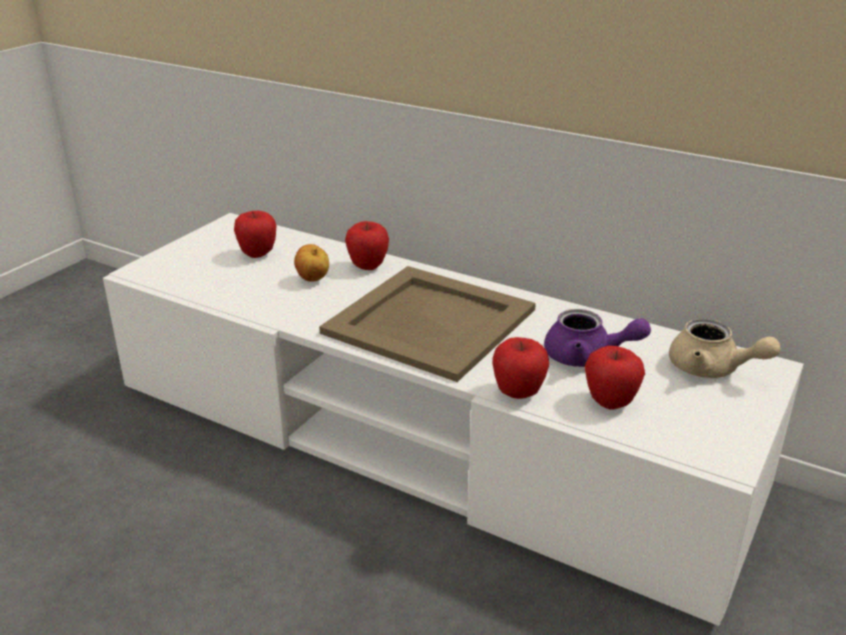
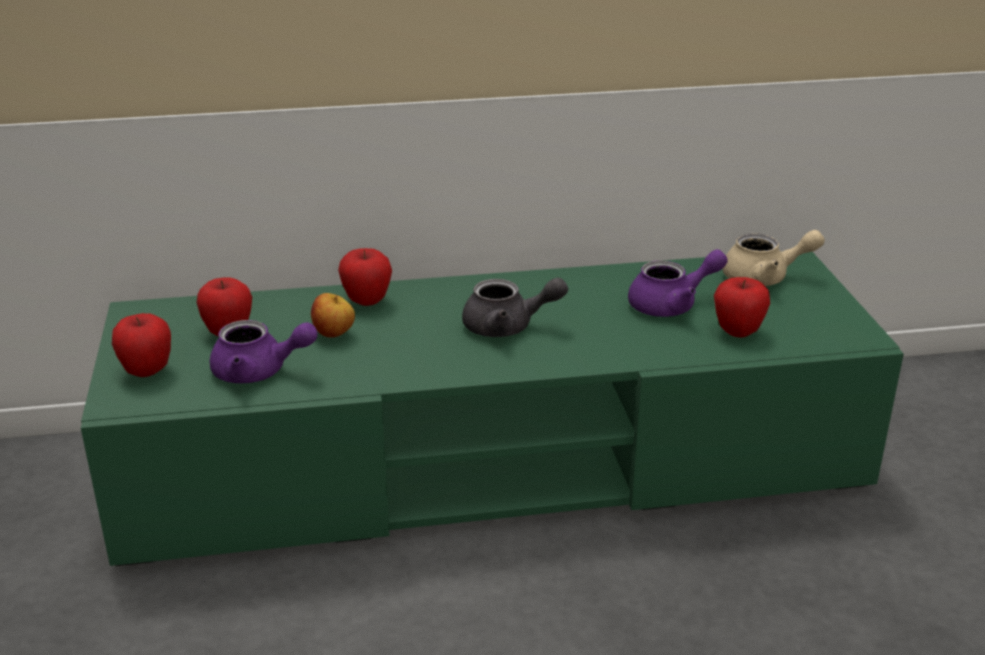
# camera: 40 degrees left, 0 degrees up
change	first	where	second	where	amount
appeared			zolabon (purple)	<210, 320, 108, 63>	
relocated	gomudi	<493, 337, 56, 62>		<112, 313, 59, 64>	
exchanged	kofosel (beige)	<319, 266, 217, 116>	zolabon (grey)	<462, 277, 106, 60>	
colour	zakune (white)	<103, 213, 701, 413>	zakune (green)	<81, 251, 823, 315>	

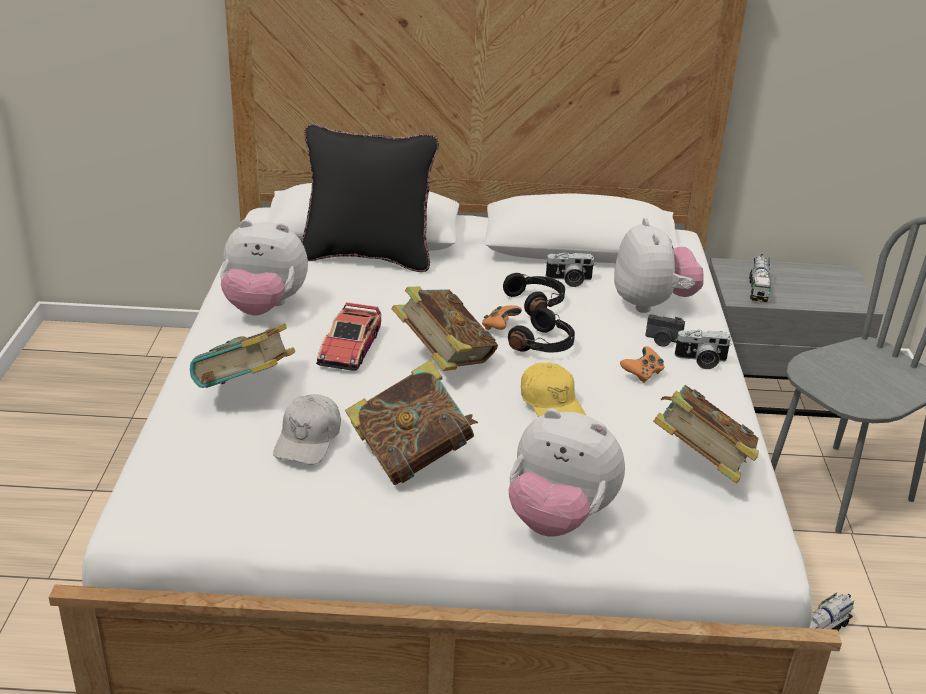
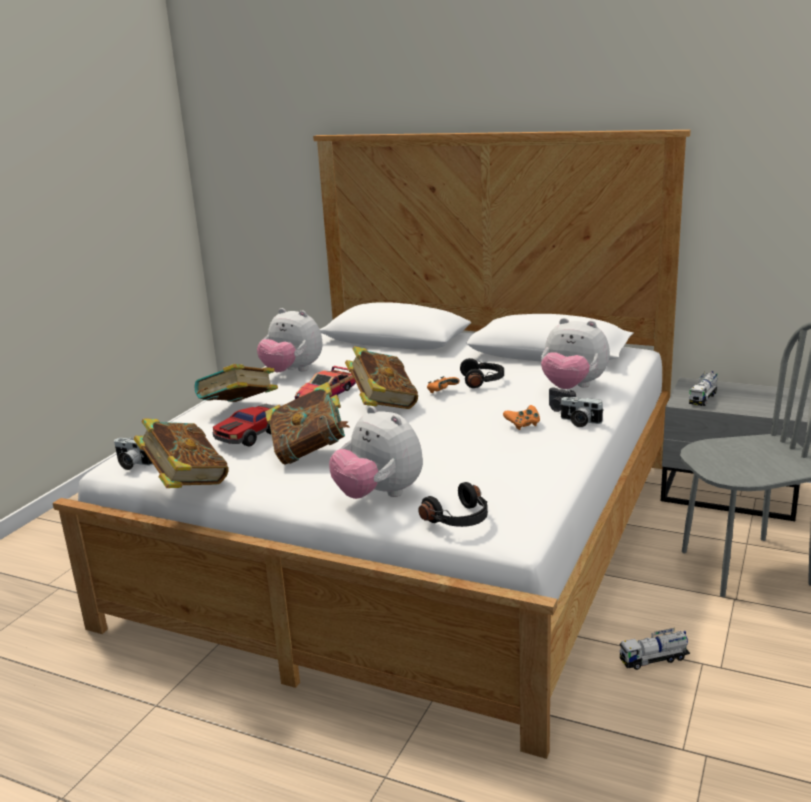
# camera: 25 degrees right, 10 degrees down
change	first	where	second	where	amount
missing	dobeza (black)	<301, 124, 138, 148>			
missing	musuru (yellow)	<521, 363, 65, 54>			
relocated	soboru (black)	<508, 307, 67, 45>		<418, 482, 70, 45>	
relocated	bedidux	<545, 253, 49, 34>		<114, 438, 39, 32>	
relocated	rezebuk	<653, 385, 106, 98>		<133, 418, 96, 70>	
exchanged	musuru (white)	<273, 394, 68, 71>	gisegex	<212, 404, 63, 42>	
spun	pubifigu	<614, 218, 90, 95>		<541, 318, 69, 71>	105 degrees clockwise

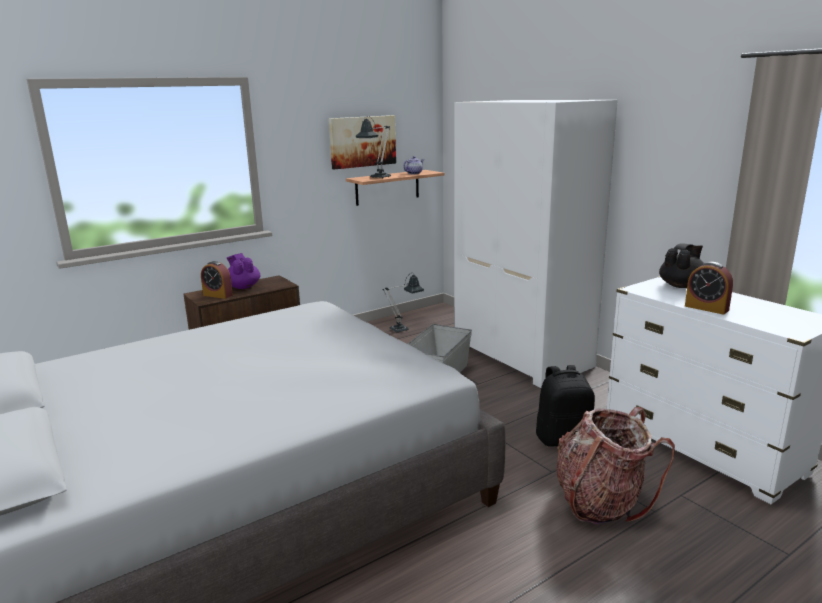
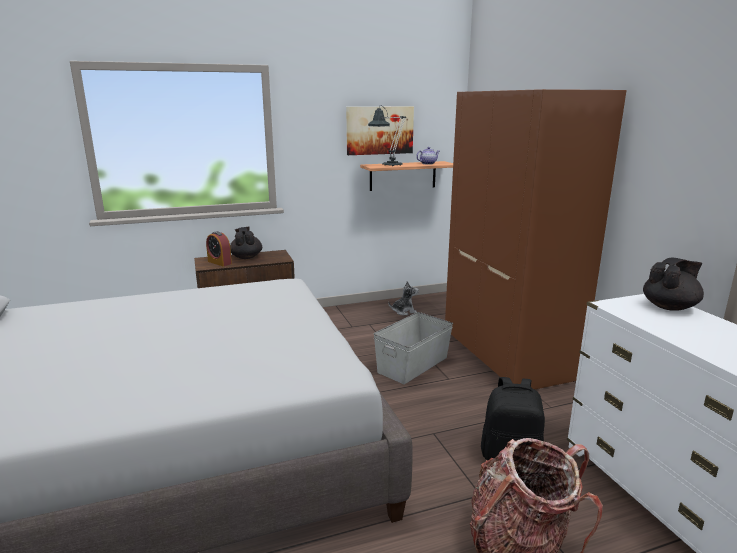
# camera: 15 degrees right, 0 degrees up
change	first	where	second	where	amount
missing	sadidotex	<685, 262, 48, 52>			
exchanged	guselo	<383, 273, 41, 59>	pubifigu	<388, 281, 31, 34>	
colour	zolabon (purple)	<227, 253, 33, 36>	zolabon (black)	<230, 227, 32, 32>	
colour	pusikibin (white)	<454, 100, 164, 289>	pusikibin (brown)	<445, 89, 182, 301>	

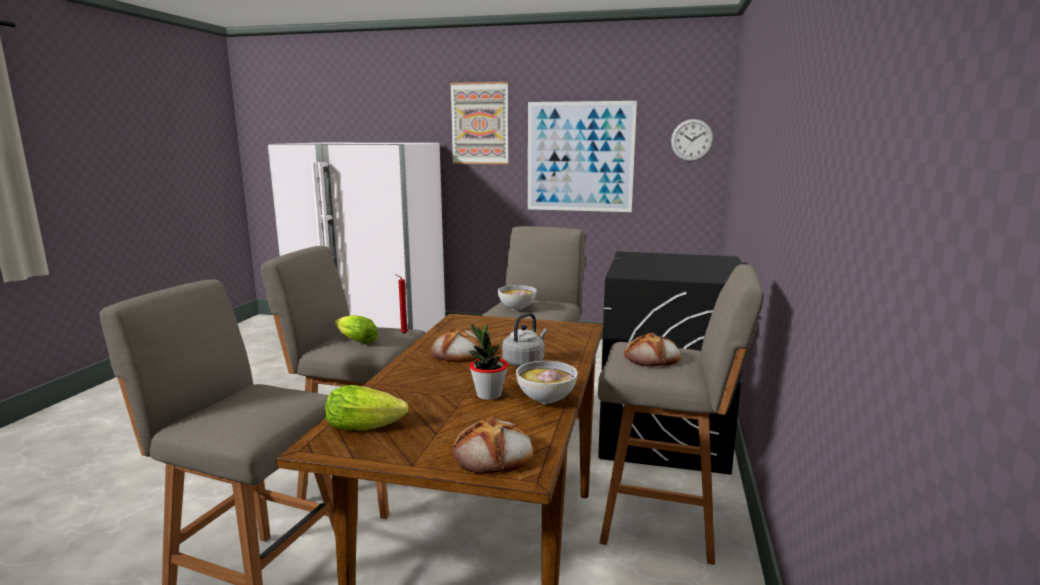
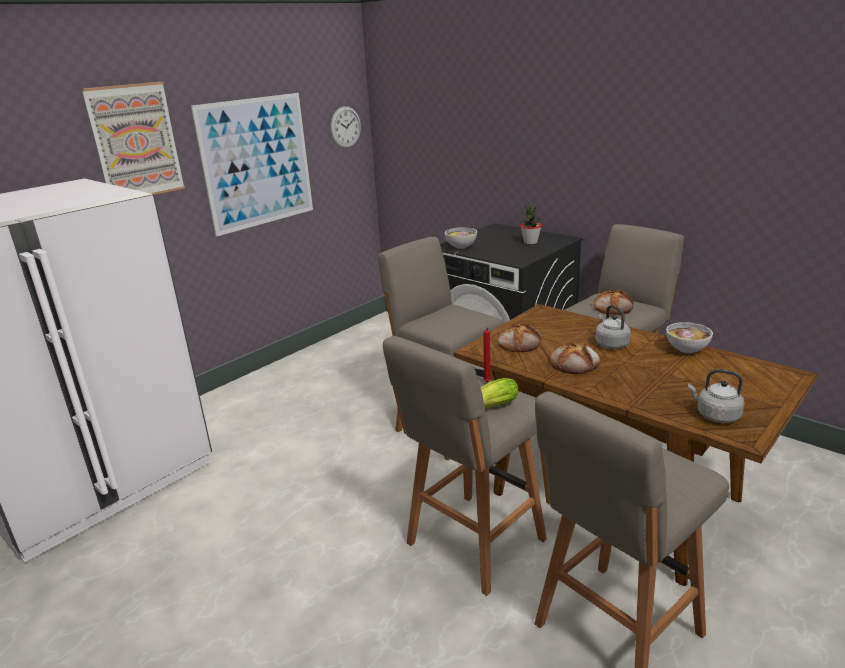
# camera: 60 degrees left, 10 degrees up
change	first	where	second	where	amount
relocated	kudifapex	<453, 416, 80, 58>		<497, 323, 44, 29>	
relocated	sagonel	<469, 323, 39, 77>		<521, 203, 21, 41>	
relocated	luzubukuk	<498, 285, 39, 25>		<445, 227, 32, 22>	
exchanged	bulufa	<325, 385, 84, 46>	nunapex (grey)	<688, 369, 56, 54>	

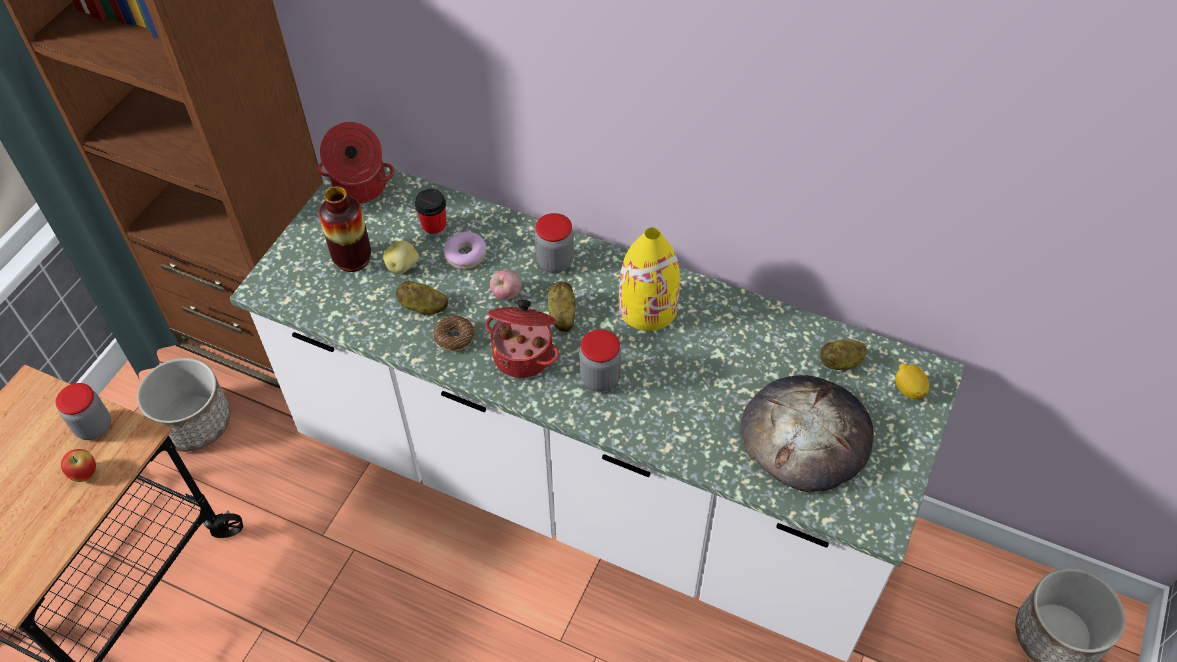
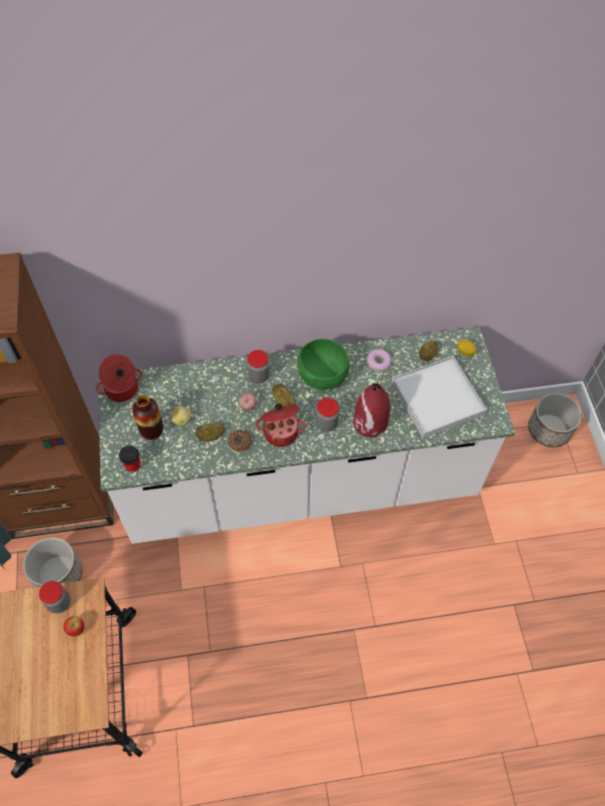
# camera: 35 degrees left, 5 degrees up
change	first	where	second	where	amount
appeared			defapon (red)	<353, 383, 37, 54>	
relocated	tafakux	<415, 189, 31, 48>		<119, 445, 22, 28>	
relocated	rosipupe	<444, 232, 43, 37>		<367, 349, 24, 23>	
exchanged	defapon (yellow)	<619, 227, 61, 104>	luzubukuk (green)	<298, 339, 51, 52>	
exchanged	kudifapex	<740, 375, 134, 117>	kofosel (white)	<392, 356, 95, 82>	

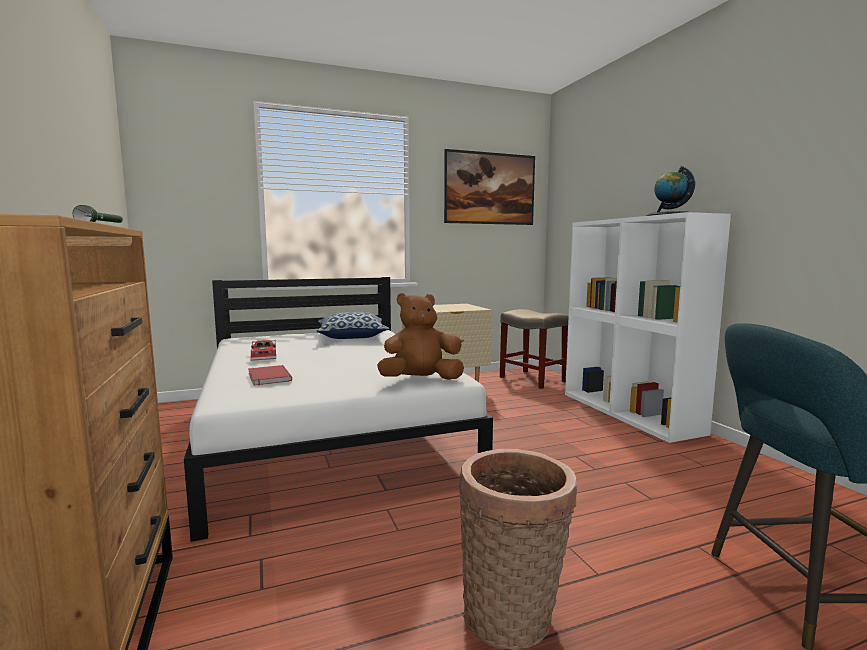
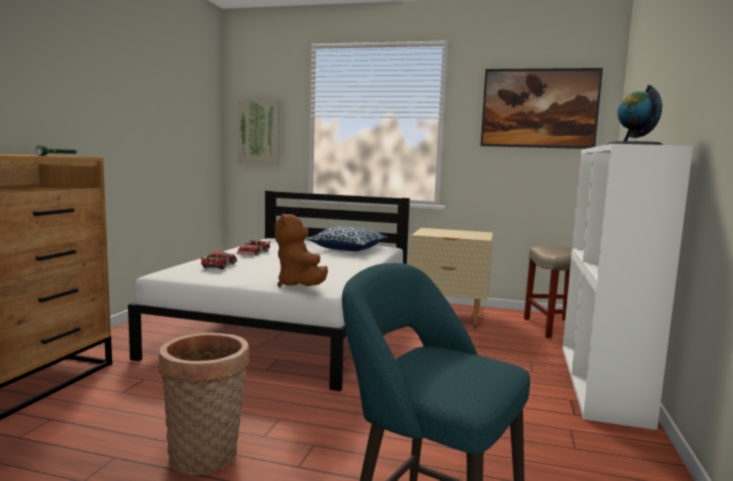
# camera: 35 degrees right, 0 degrees up
change	first	where	second	where	amount
appeared			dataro	<238, 99, 42, 66>	
exchanged	rezebuk (red)	<248, 365, 44, 21>	gisegex	<200, 251, 38, 18>	
spun	pubifigu (brown)	<377, 293, 87, 87>		<275, 213, 53, 74>	120 degrees counterclockwise

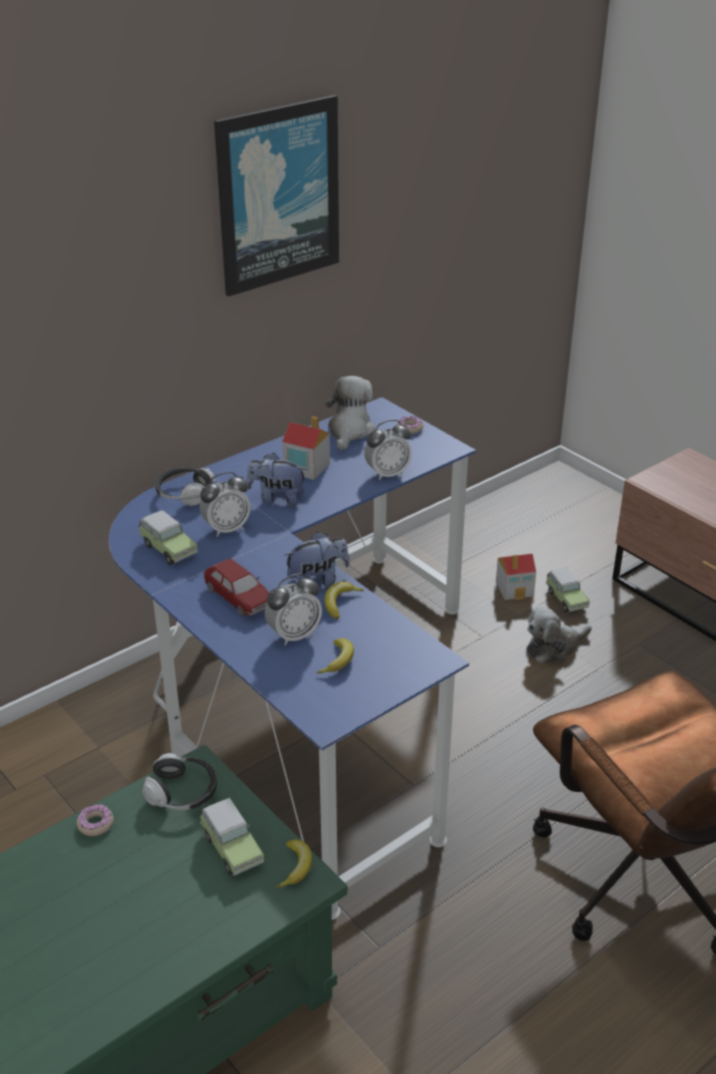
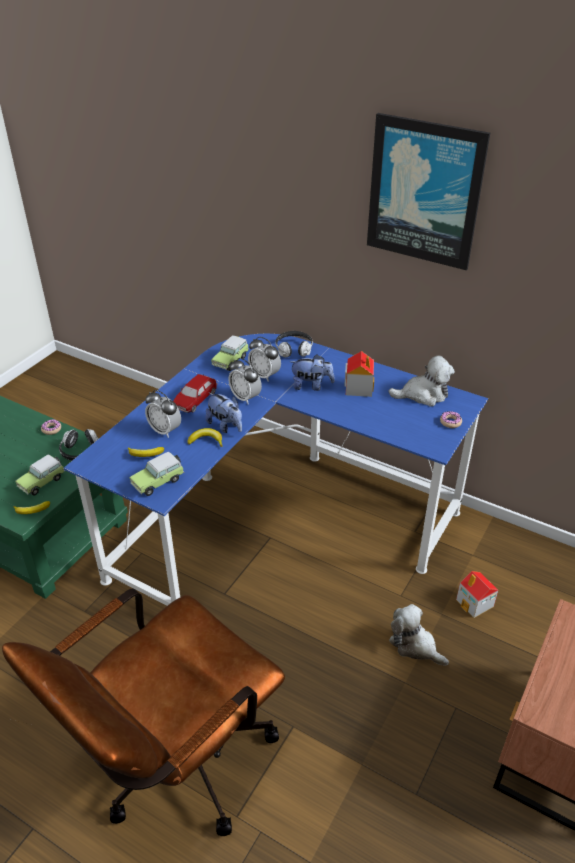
# camera: 70 degrees right, 5 degrees up
change	first	where	second	where	amount
relocated	sadidotex	<364, 420, 48, 60>		<229, 358, 33, 46>	
relocated	gisegex	<546, 568, 44, 45>		<129, 452, 55, 44>	
spun	pubifigu	<246, 453, 61, 54>		<290, 354, 45, 37>	105 degrees clockwise

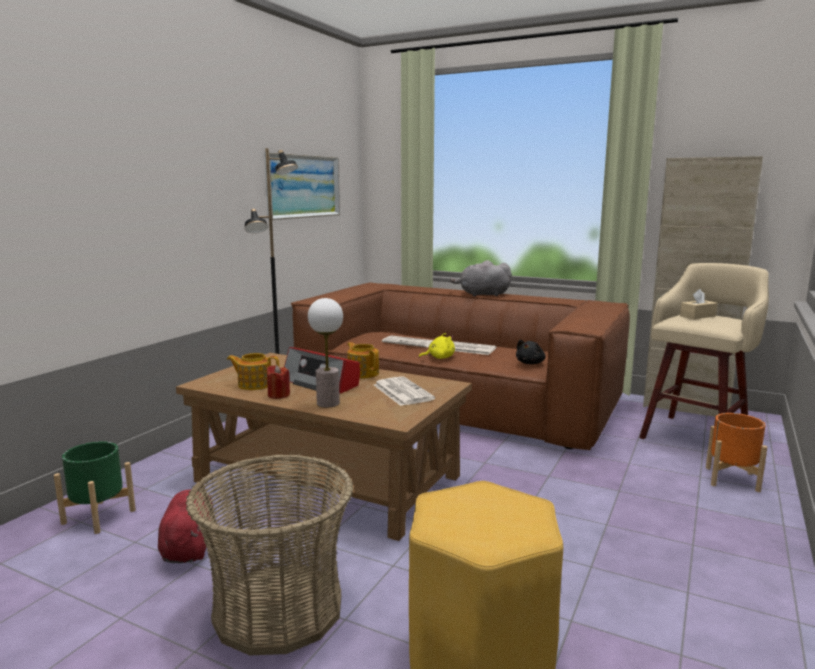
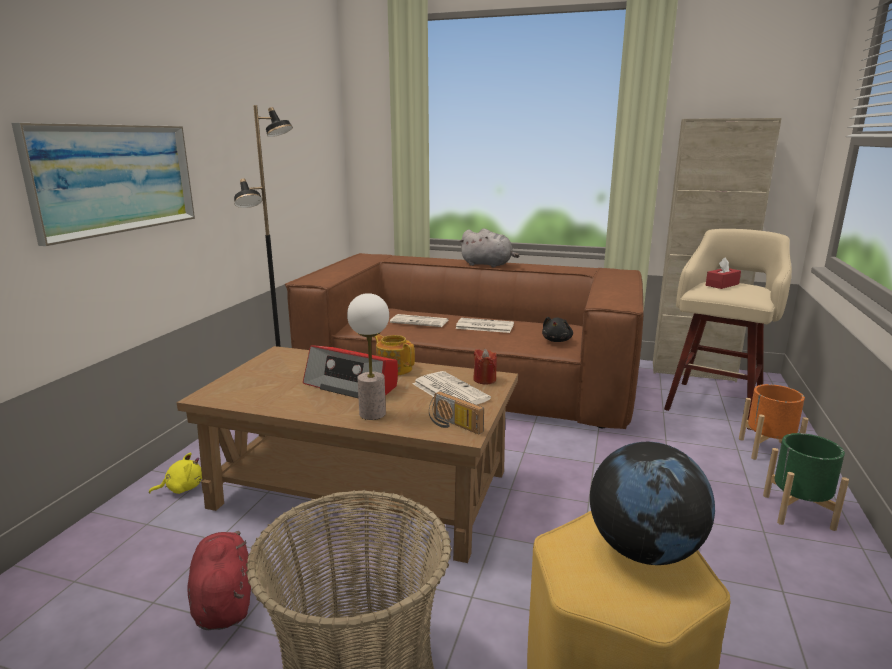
# camera: 10 degrees left, 5 degrees up
change	first	where	second	where	amount
missing	zolabon	<227, 353, 52, 37>			
appeared			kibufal	<429, 391, 55, 43>	
appeared			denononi	<590, 442, 125, 123>	
relocated	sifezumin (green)	<54, 441, 82, 93>		<763, 433, 86, 98>	
relocated	dataro	<264, 152, 76, 68>		<12, 123, 183, 123>	
relocated	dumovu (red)	<267, 365, 23, 34>		<473, 349, 24, 36>	
relocated	pubifigu (yellow)	<419, 333, 36, 26>		<149, 453, 53, 41>	
colour	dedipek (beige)	<680, 289, 38, 30>	dedipek (red)	<706, 257, 35, 32>	
spun	pubifigu (grey)	<450, 260, 62, 37>		<459, 229, 60, 39>	150 degrees counterclockwise

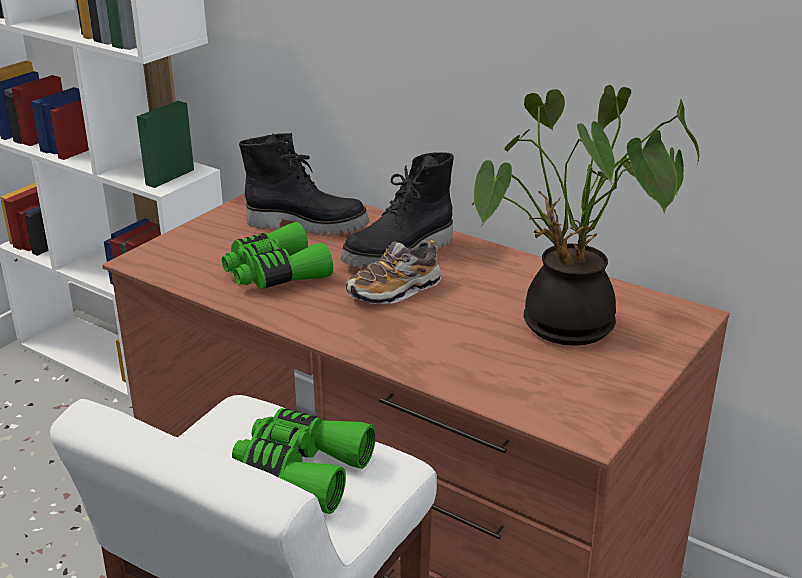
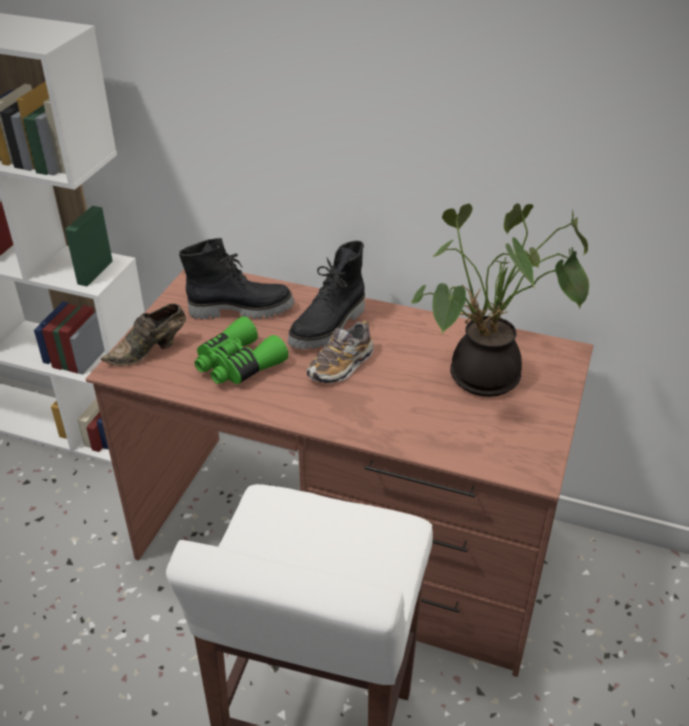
# camera: 15 degrees left, 10 degrees up
change	first	where	second	where	amount
missing	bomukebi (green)	<232, 408, 144, 106>			
appeared			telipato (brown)	<101, 303, 85, 63>	

